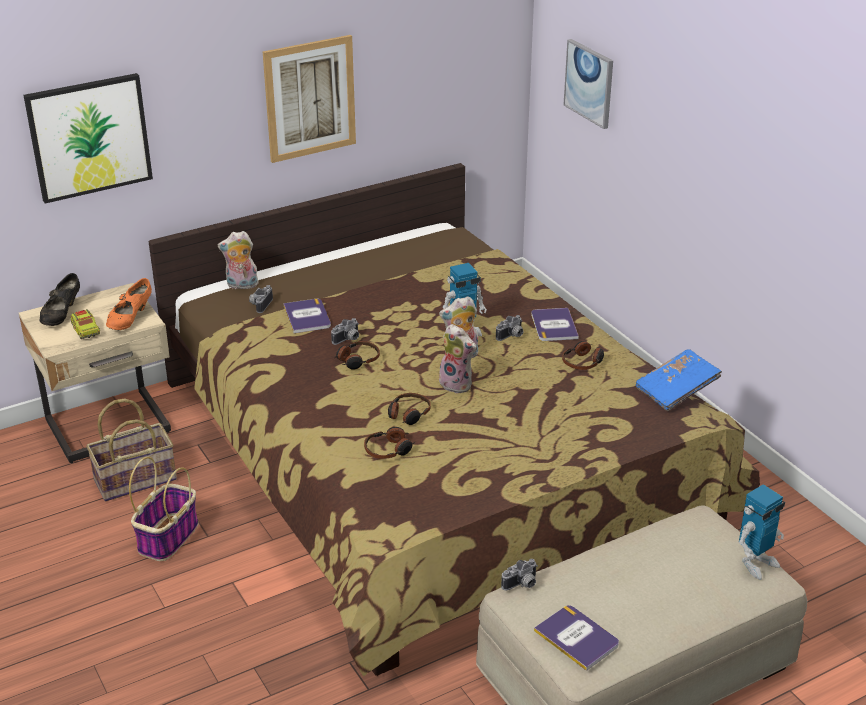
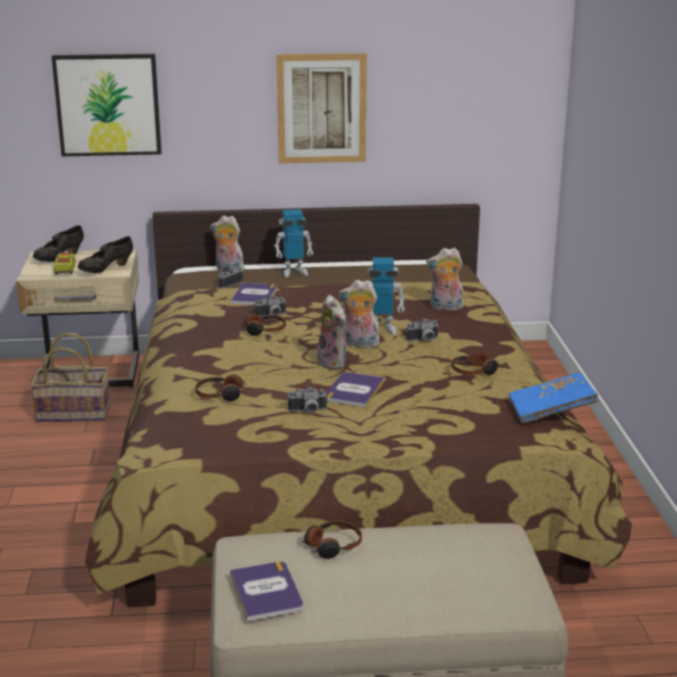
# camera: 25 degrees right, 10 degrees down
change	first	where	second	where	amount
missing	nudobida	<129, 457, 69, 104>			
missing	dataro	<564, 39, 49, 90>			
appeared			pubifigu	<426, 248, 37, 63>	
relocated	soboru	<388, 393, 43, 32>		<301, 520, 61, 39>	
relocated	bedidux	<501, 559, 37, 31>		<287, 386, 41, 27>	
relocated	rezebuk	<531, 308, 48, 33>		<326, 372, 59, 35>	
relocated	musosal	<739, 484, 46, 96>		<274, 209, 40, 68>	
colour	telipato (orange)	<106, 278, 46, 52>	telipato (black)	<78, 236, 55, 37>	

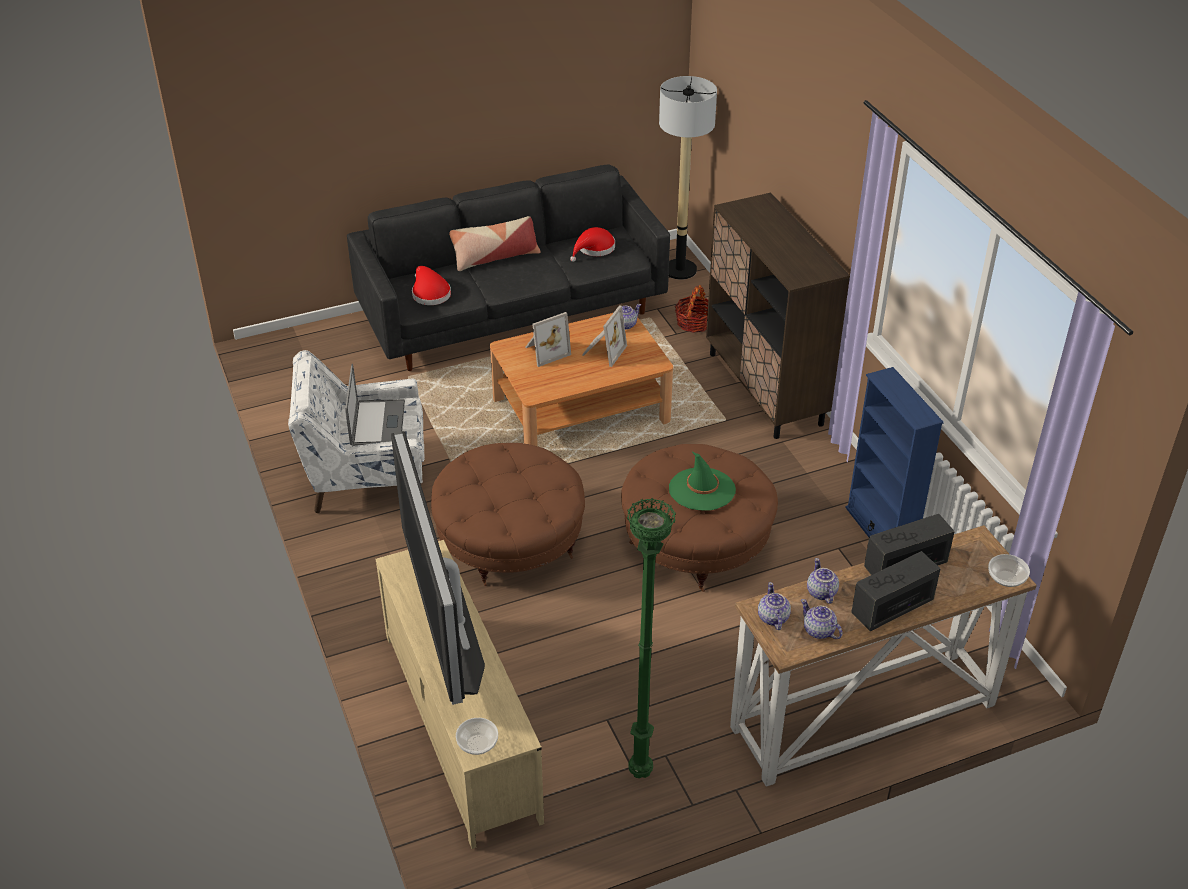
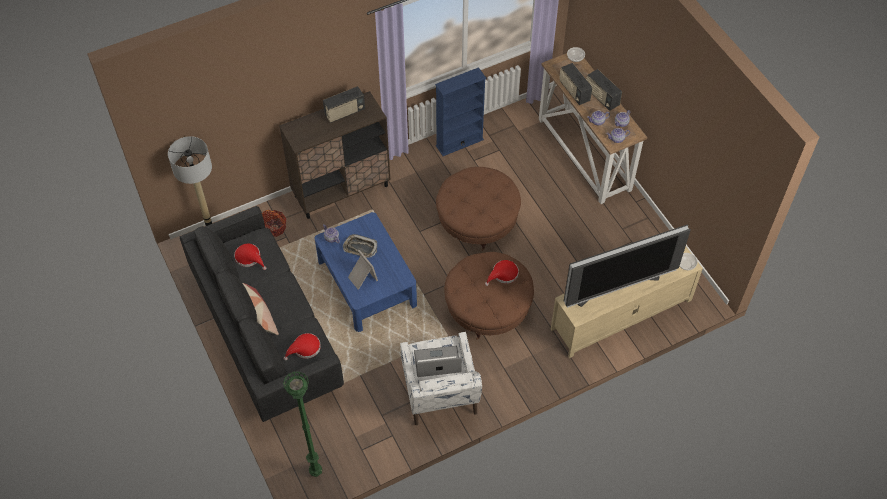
# camera: 95 degrees left, 15 degrees up
change	first	where	second	where	amount
missing	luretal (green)	<669, 452, 67, 58>			
appeared			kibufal	<323, 86, 42, 37>	
appeared			luretal (red)	<485, 260, 34, 26>	
relocated	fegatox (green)	<627, 498, 49, 280>		<283, 372, 39, 105>	
exchanged	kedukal	<582, 306, 45, 61>	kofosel	<343, 234, 34, 24>	
colour	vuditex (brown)	<490, 313, 183, 133>	vuditex (blue)	<314, 212, 103, 120>	

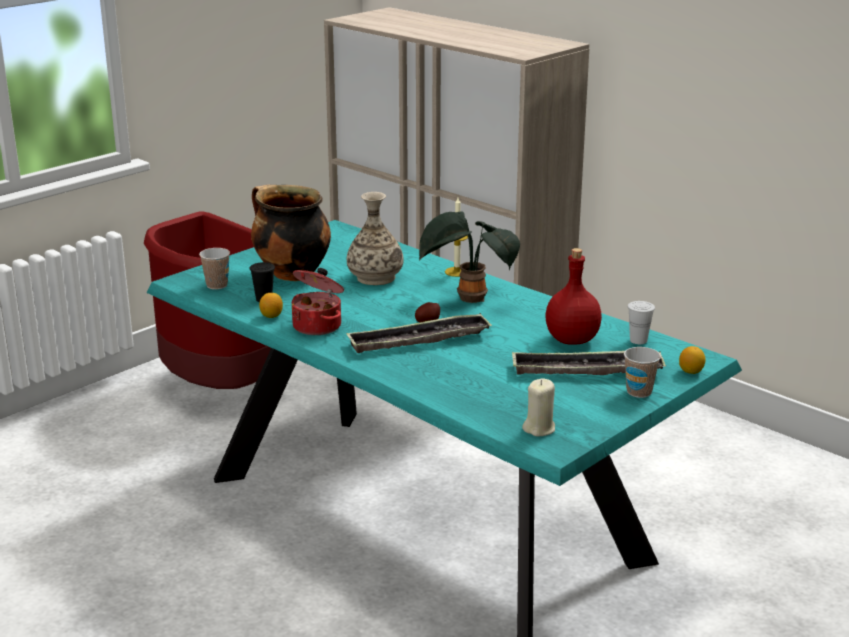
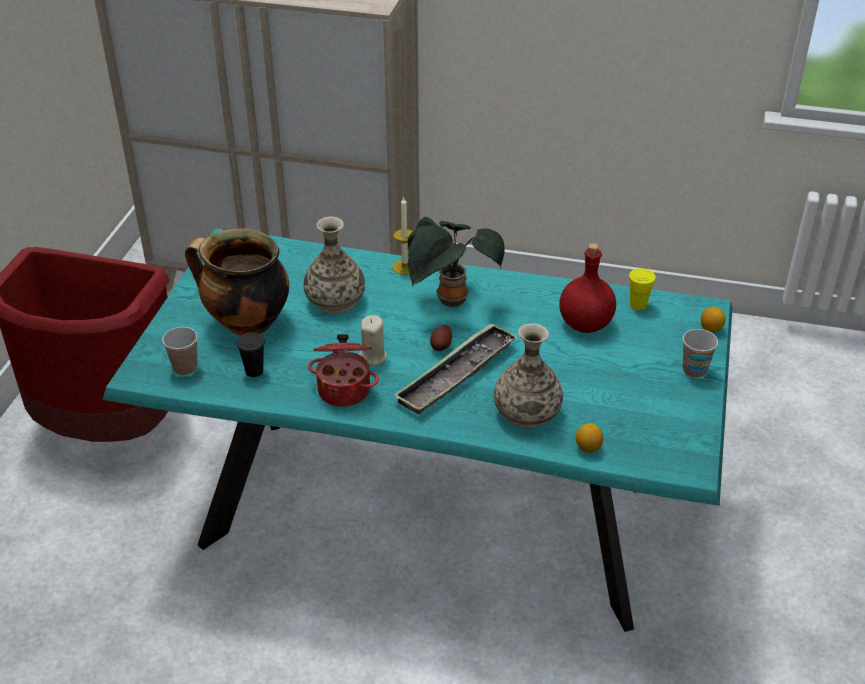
# camera: 30 degrees left, 15 degrees up
change	first	where	second	where	amount
missing	kofosel	<512, 351, 154, 24>			
appeared			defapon	<494, 323, 69, 105>	
relocated	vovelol	<259, 293, 24, 25>		<576, 423, 27, 30>	
relocated	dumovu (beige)	<522, 378, 33, 58>		<359, 315, 28, 51>	
colour	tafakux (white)	<627, 301, 28, 43>	tafakux (yellow)	<629, 268, 27, 42>	

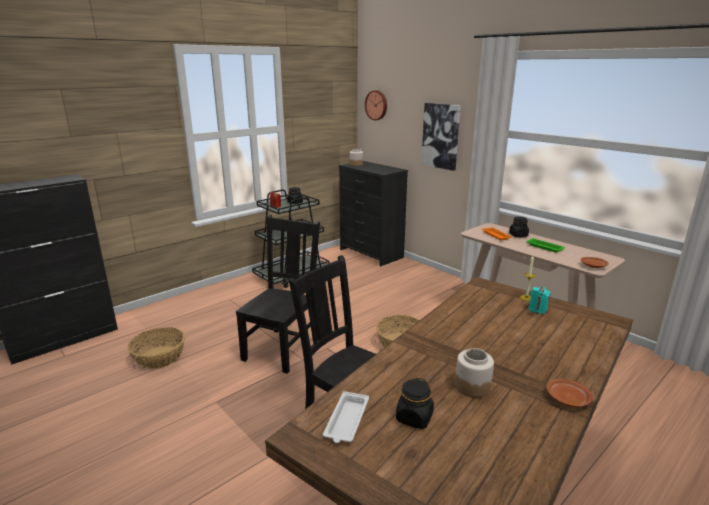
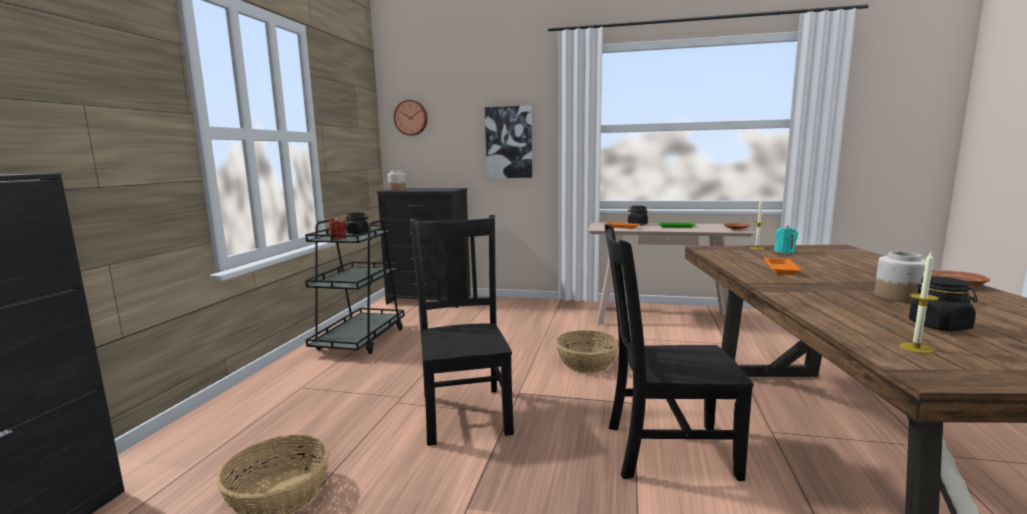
# camera: 35 degrees left, 10 degrees down
change	first	where	second	where	amount
appeared			kofosel (orange)	<764, 258, 38, 17>	
exchanged	kofosel (white)	<323, 391, 46, 52>	dumovu	<900, 252, 39, 102>	

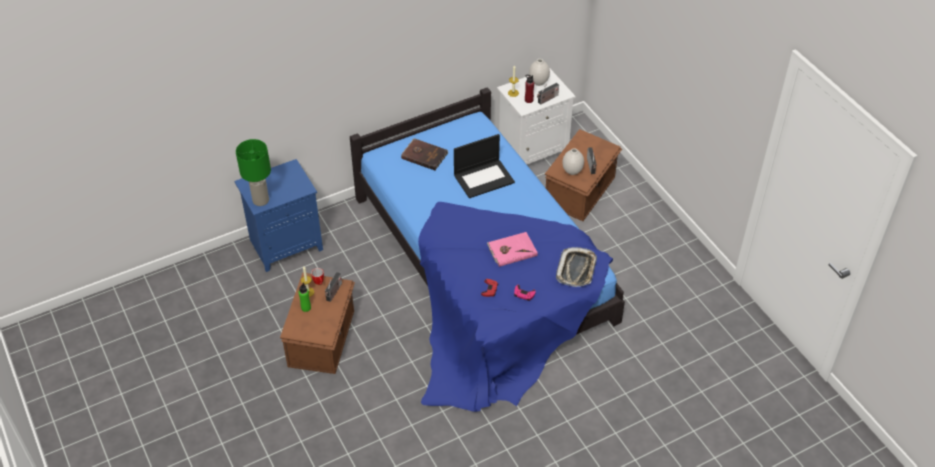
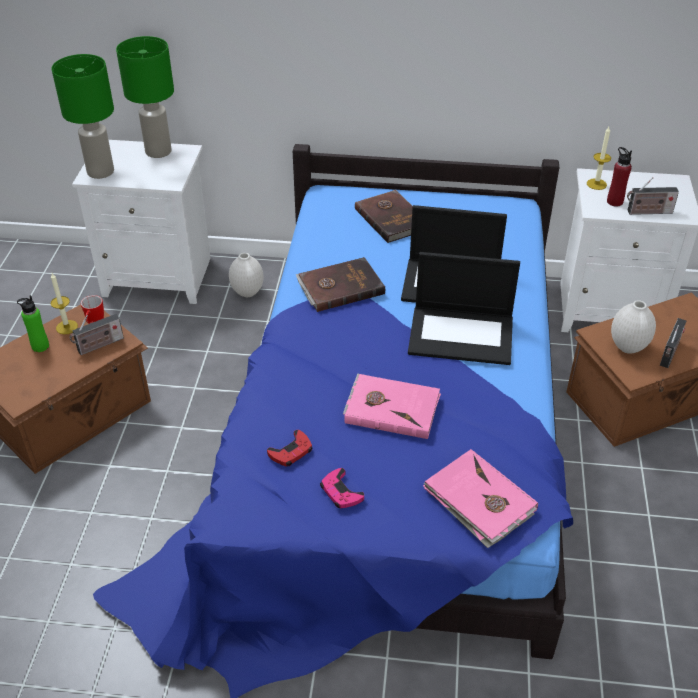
# camera: 35 degrees right, 5 degrees down
change	first	where	second	where	amount
appeared			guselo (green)	<116, 36, 58, 122>	
appeared			rezebuk (brown)	<296, 257, 89, 55>	
appeared			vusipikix	<408, 252, 112, 113>	
relocated	defapon (white)	<529, 59, 21, 27>		<229, 253, 35, 44>	
exchanged	kofosel	<556, 247, 41, 40>	rezebuk (pink)	<423, 449, 115, 99>	
colour	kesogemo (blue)	<234, 159, 89, 113>	kesogemo (white)	<72, 140, 139, 164>	

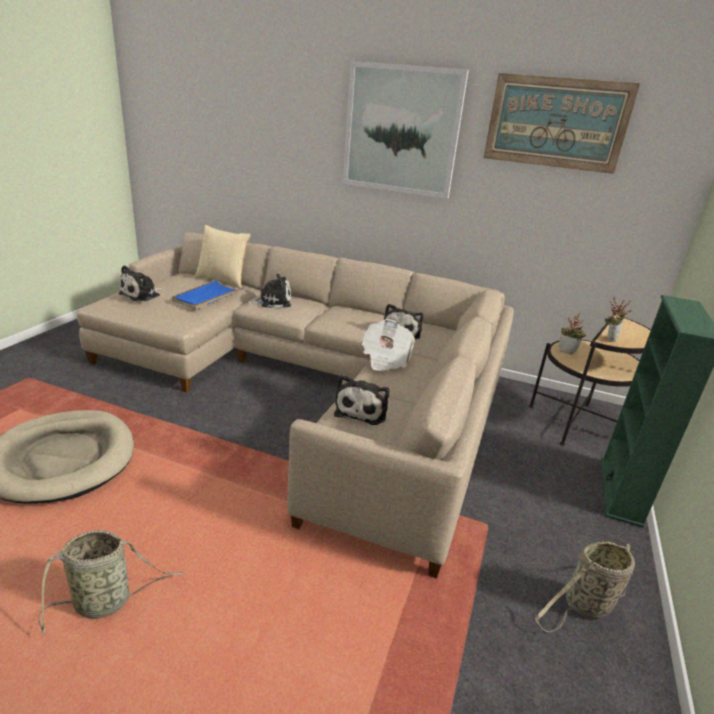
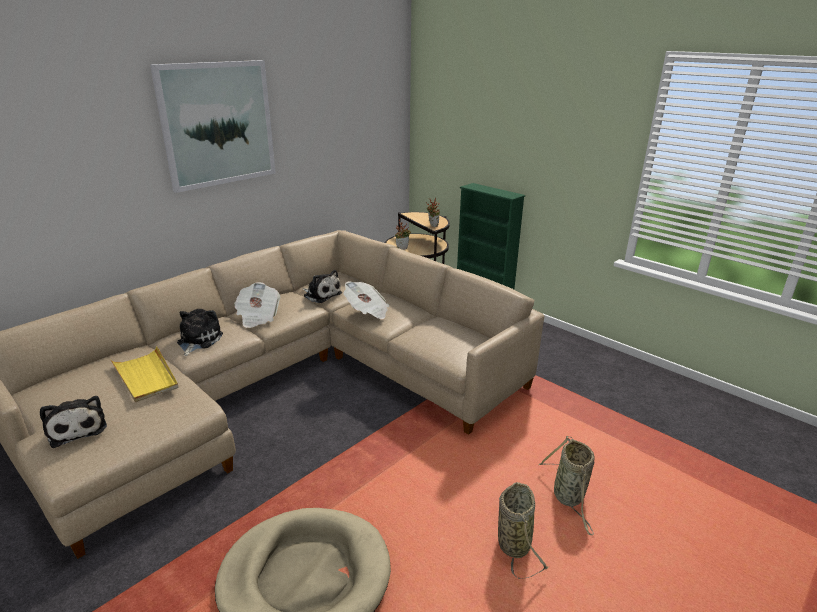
# camera: 65 degrees left, 0 degrees up
change	first	where	second	where	amount
missing	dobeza	<195, 225, 56, 63>			
missing	pubifigu	<334, 374, 56, 51>			
missing	dataro	<483, 73, 157, 101>			
appeared			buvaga	<234, 282, 47, 46>	
relocated	nudobida	<535, 541, 100, 91>		<538, 436, 57, 99>	
colour	kofosel (blue)	<172, 279, 72, 30>	kofosel (yellow)	<111, 346, 68, 56>	

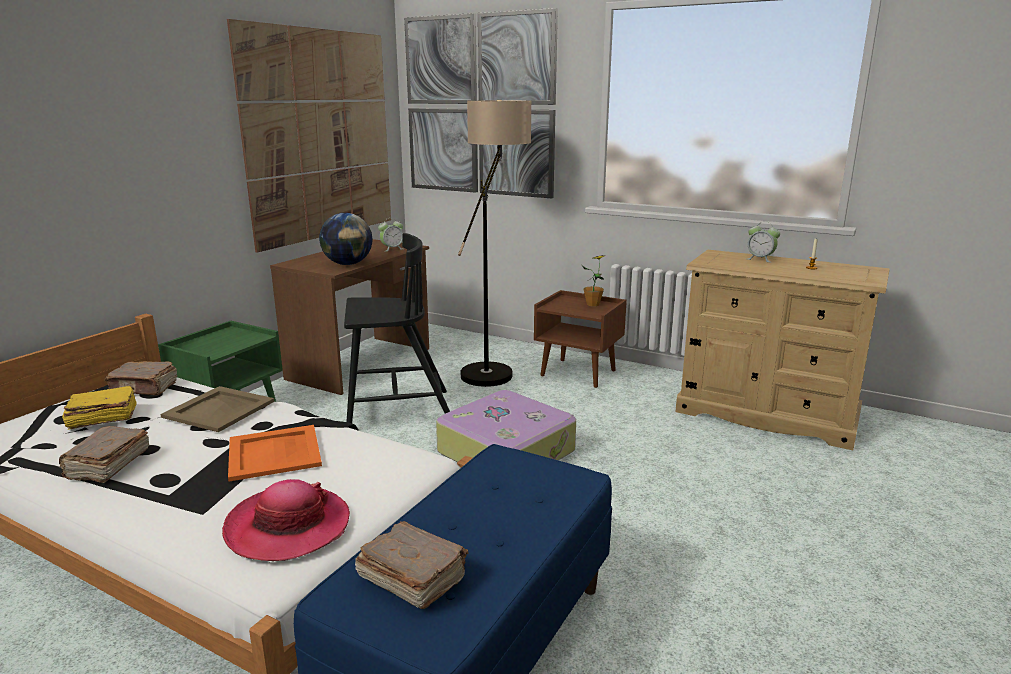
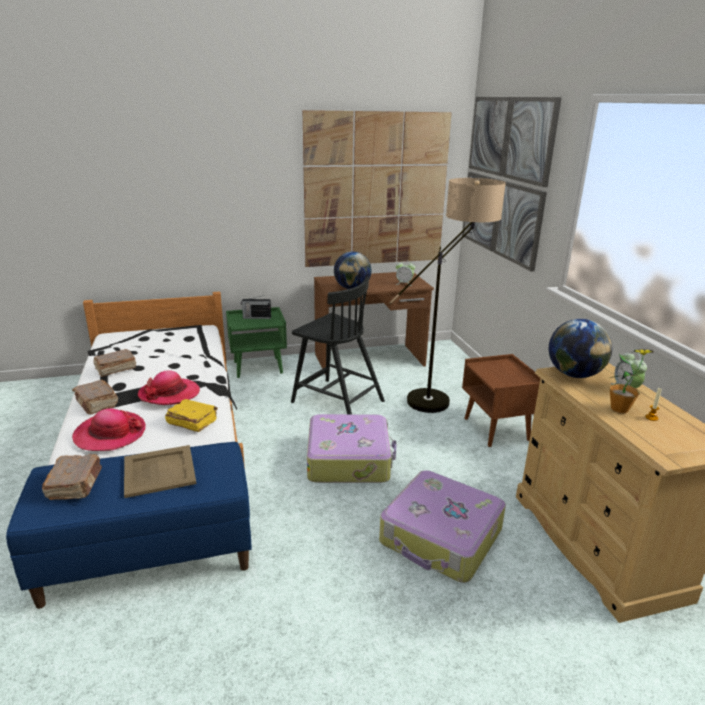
# camera: 45 degrees right, 5 degrees up
change	first	where	second	where	amount
appeared			kibufal	<241, 296, 30, 23>	
appeared			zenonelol	<379, 470, 127, 113>	
appeared			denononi	<549, 319, 64, 59>	
relocated	rezebuk (yellow)	<62, 386, 74, 44>		<165, 399, 53, 33>	
relocated	rezebuk (brown)	<104, 361, 73, 34>		<72, 380, 46, 34>	
relocated	kofosel (beige)	<161, 386, 113, 46>		<124, 445, 72, 53>	
relocated	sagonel	<582, 255, 23, 52>		<608, 349, 45, 64>	
exchanged	kofosel (orange)	<228, 425, 94, 56>	luretal	<138, 370, 62, 35>	

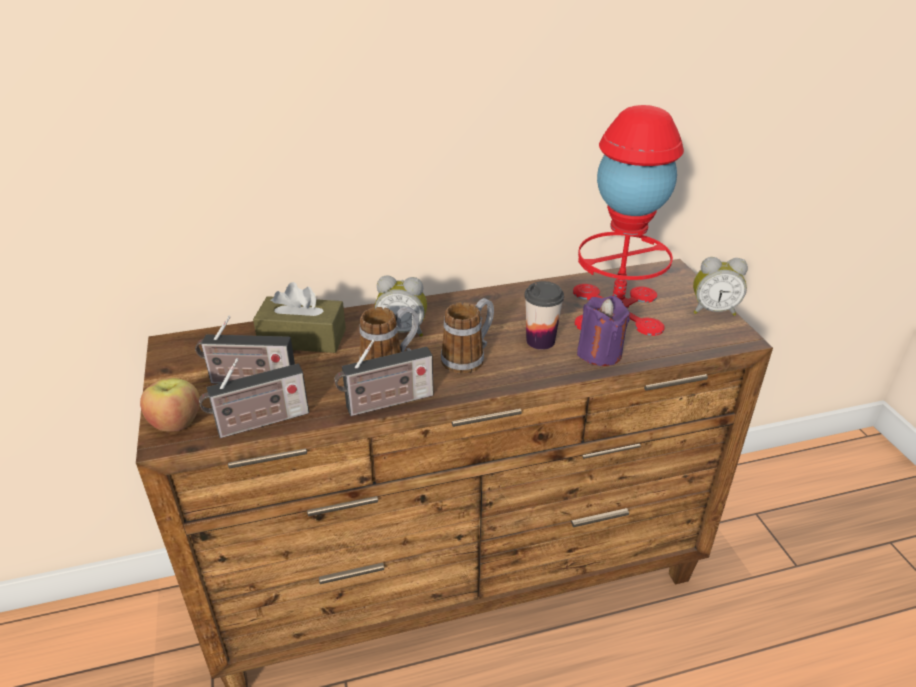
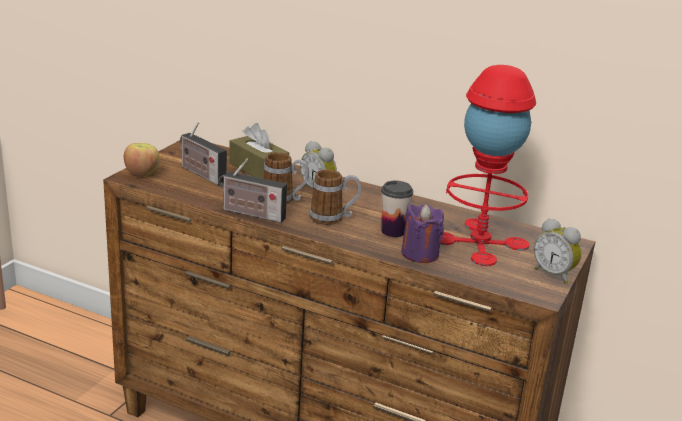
# camera: 40 degrees right, 10 degrees down
change	first	where	second	where	amount
missing	kibufal	<199, 358, 110, 80>			

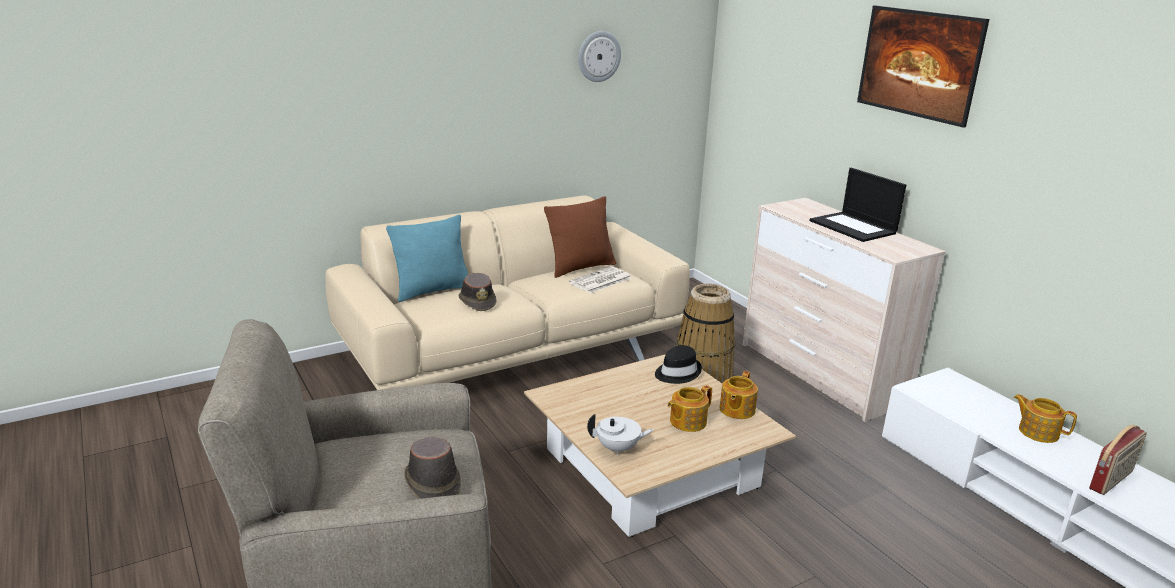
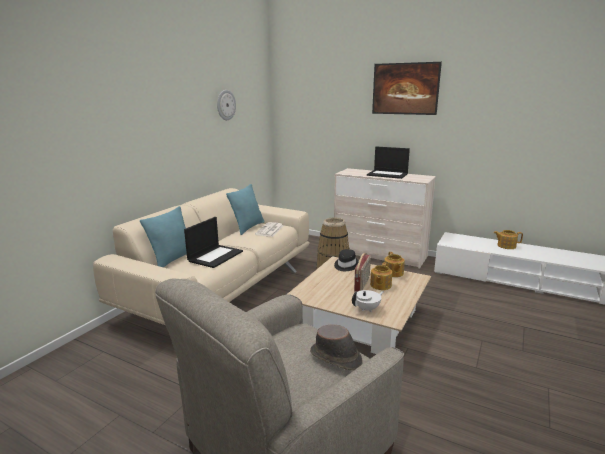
# camera: 30 degrees left, 5 degrees down
change	first	where	second	where	amount
relocated	kibufal	<1089, 425, 58, 70>		<354, 253, 17, 39>	
exchanged	luretal (brown)	<458, 273, 39, 38>	vusipikix	<184, 217, 59, 51>	
colour	dobeza (brown)	<544, 196, 72, 82>	dobeza (turquoise)	<226, 184, 39, 51>	

